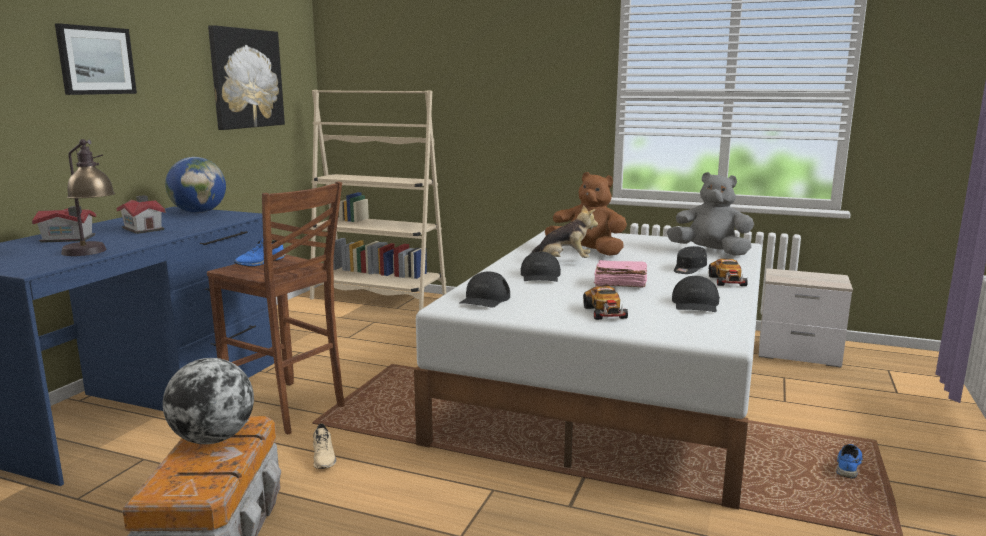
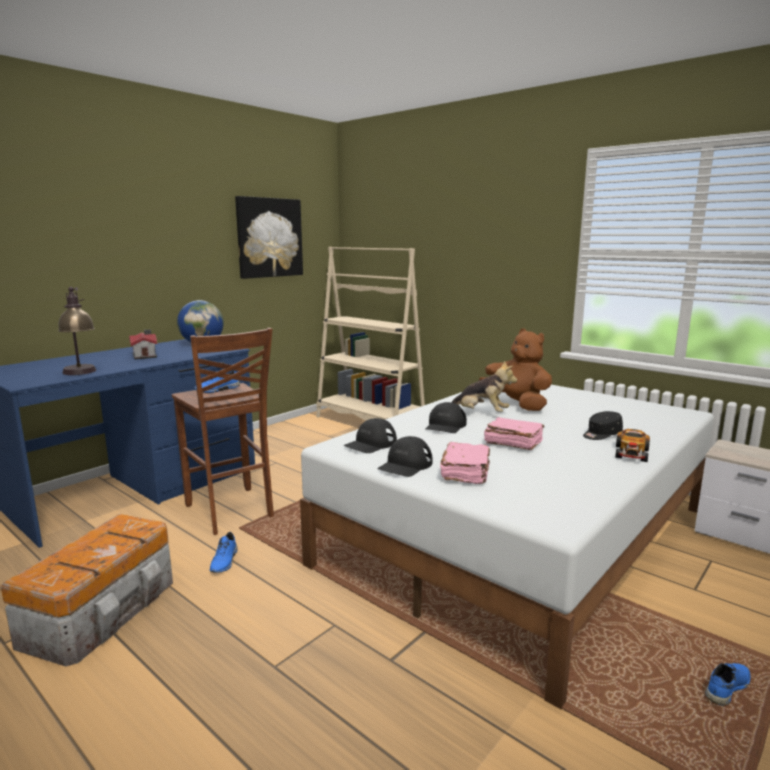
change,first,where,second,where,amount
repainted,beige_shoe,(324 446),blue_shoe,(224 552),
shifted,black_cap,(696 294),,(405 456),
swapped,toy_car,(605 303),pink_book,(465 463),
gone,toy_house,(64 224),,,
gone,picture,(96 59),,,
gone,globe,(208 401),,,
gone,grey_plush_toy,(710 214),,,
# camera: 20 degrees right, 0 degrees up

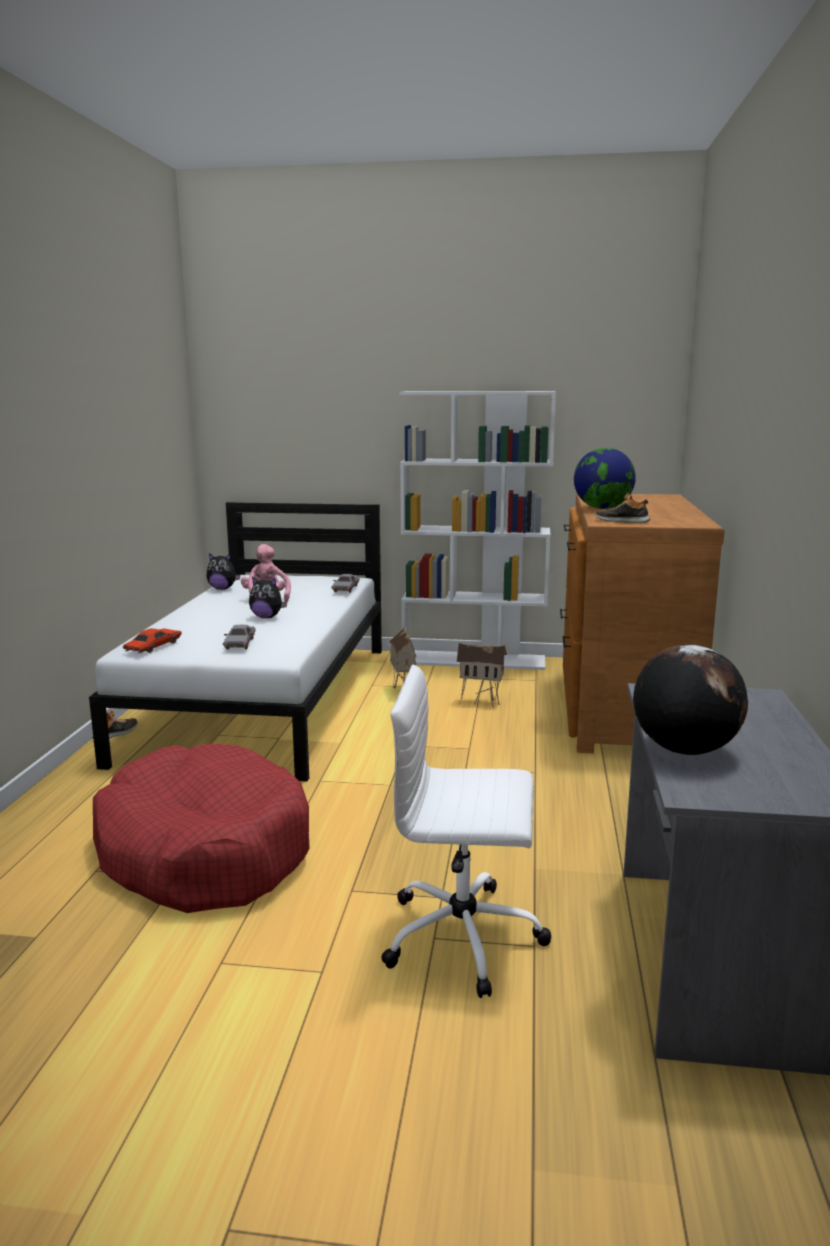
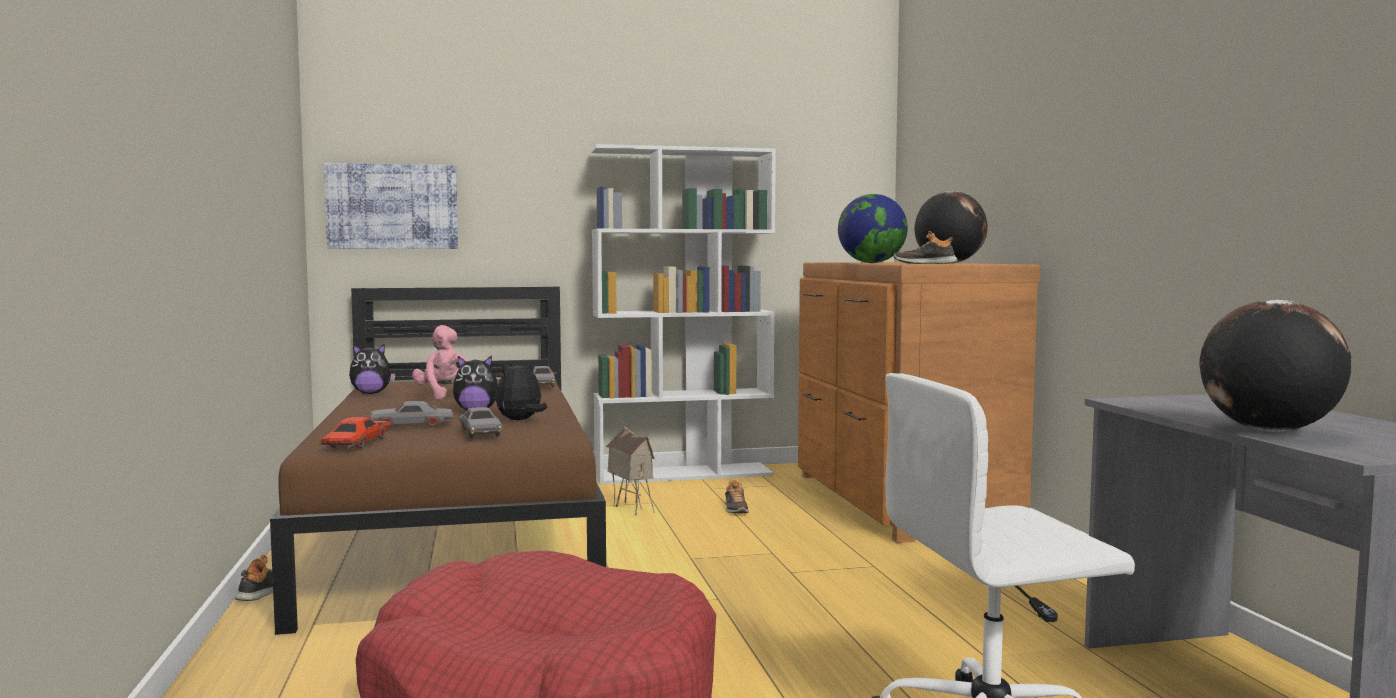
change,first,where,second,where,amount
repainted,white_bed,(235 642),brown_bed,(438 461),
new,,,picture,(391 206),
new,,,grey_toy_car,(412 414),
new,,,plush_toy,(521 390),
swapped,toy_house,(482 674),shoe,(737 496),
new,,,globe,(951 227),
# camera: 20 degrees left, 10 degrees down

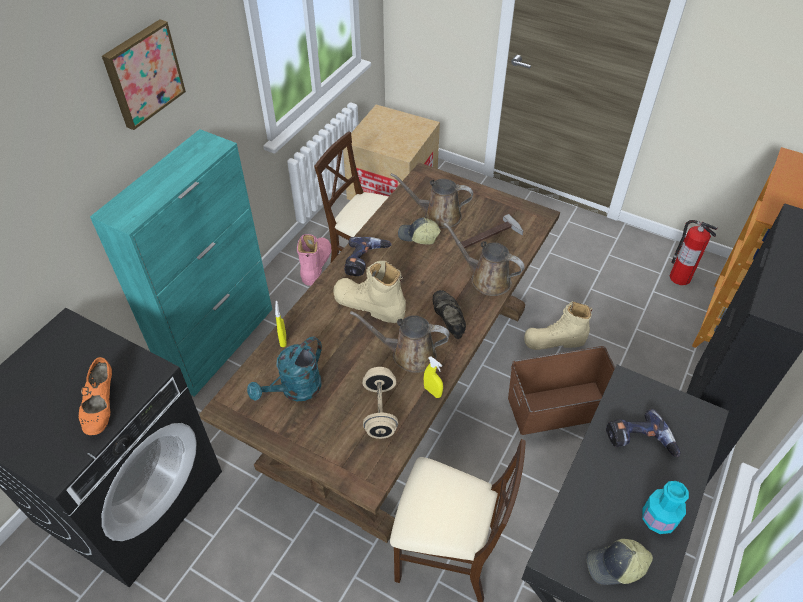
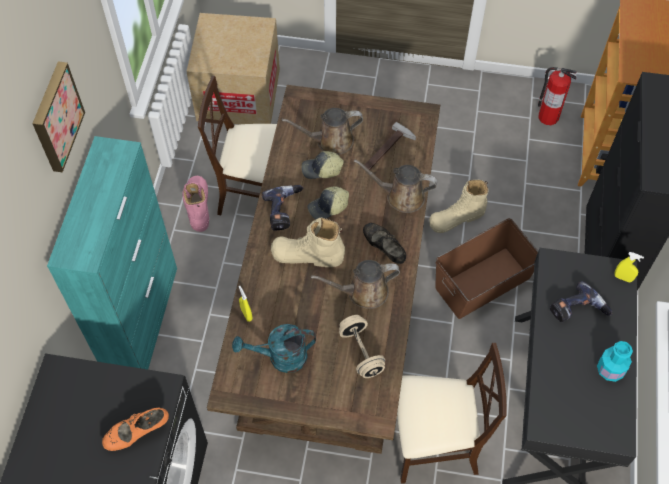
change,first,where,second,where,amount
rotated,orange_shoe,(95 396),,(135 429),90 degrees clockwise
rotated,turquoise_watering_can,(284 369),,(274 348),60 degrees clockwise
shifted,cap,(619 562),,(328 203),
shifted,yellow_spray_bottle,(433 377),,(629 267),
# camera: 20 degrees left, 10 degrees up

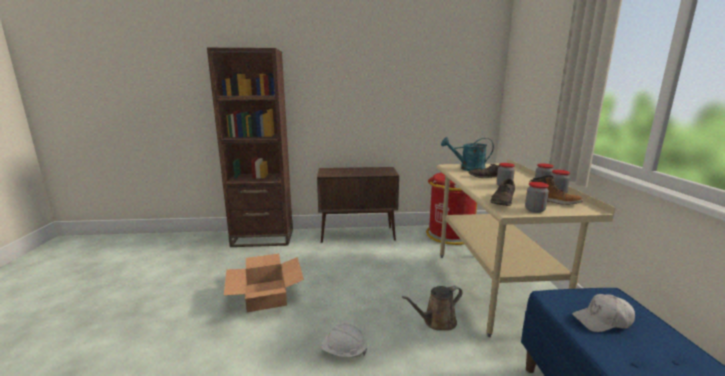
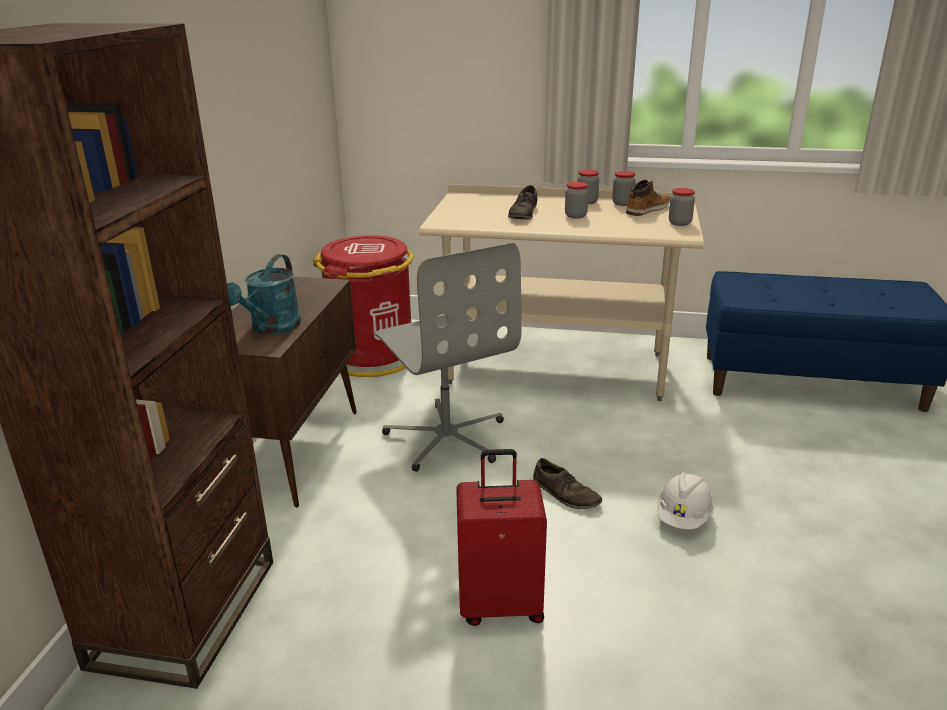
change,first,where,second,where,amount
shifted,turquoise_watering_can,(467 154),,(264 294),
new,,,grey_office_chair,(448 357),
swapped,cardboard_box,(264 283),red_suitcase,(501 537),
shifted,brown_shoe,(502 192),,(567 483),
gone,brown_watering_can,(432 308),,,
gone,white_cap,(603 313),,,
# camera: 75 degrees left, 10 degrees up

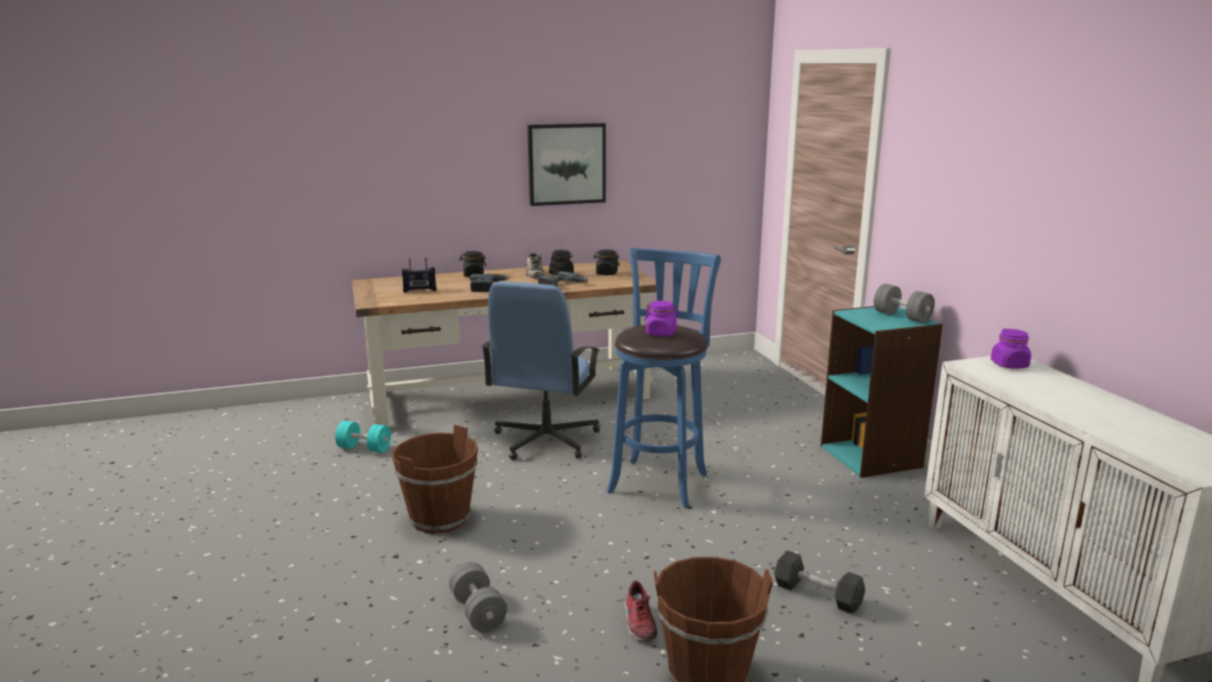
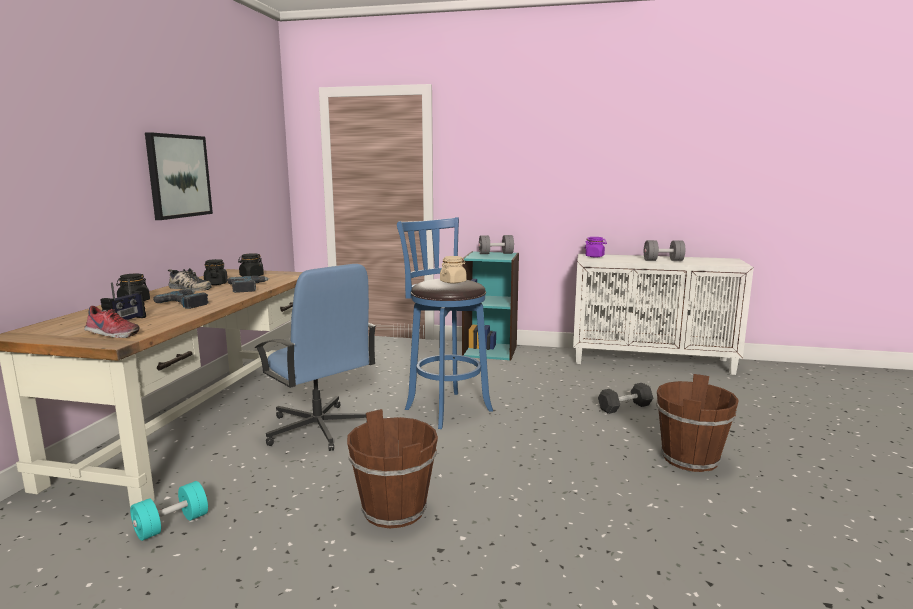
change,first,where,second,where,amount
shifted,shoe,(640 612),,(112 322),
repainted,purple_jar,(662 318),beige_jar,(453 270),
shifted,grey_dumbbell,(478 597),,(664 250),
# camera: 60 degrees left, 5 degrees down

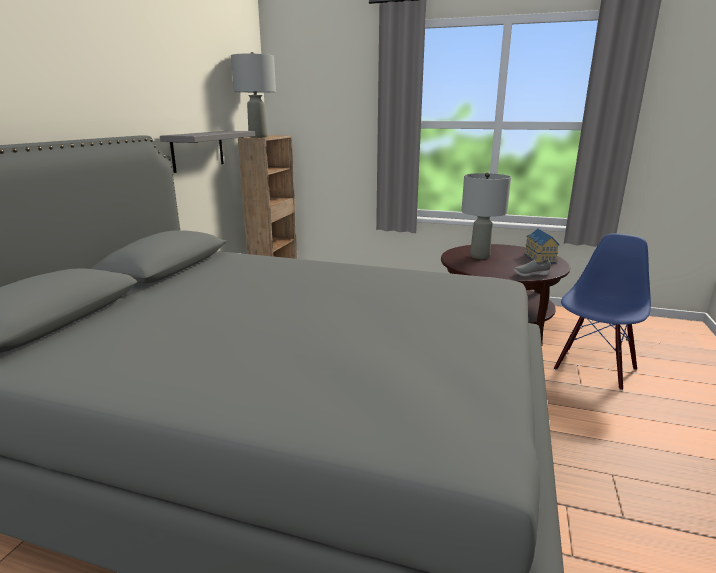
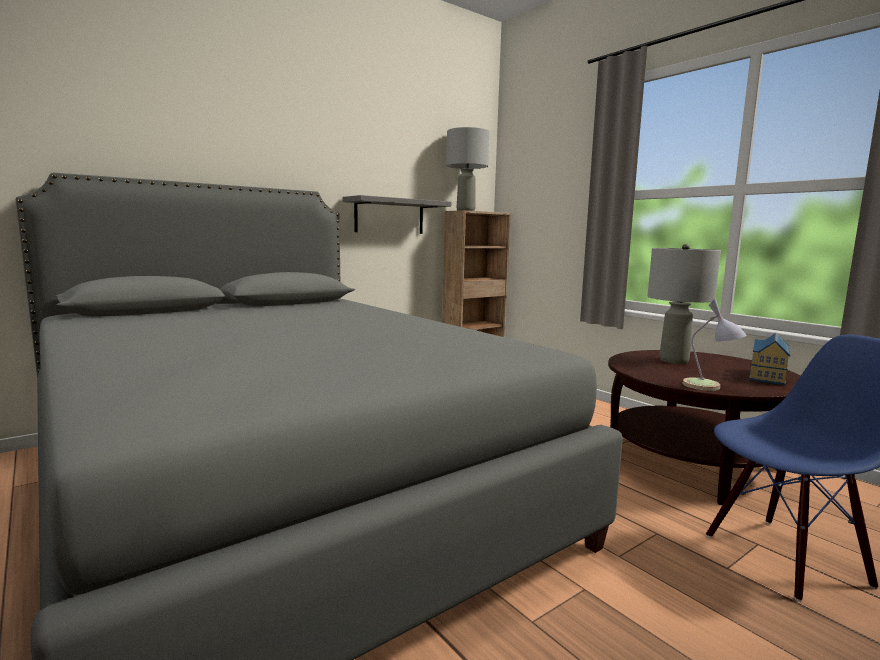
change,first,where,second,where,amount
swapped,grey_shoe,(532 267),table_lamp,(714 344),
# camera: 35 degrees right, 10 degrees down

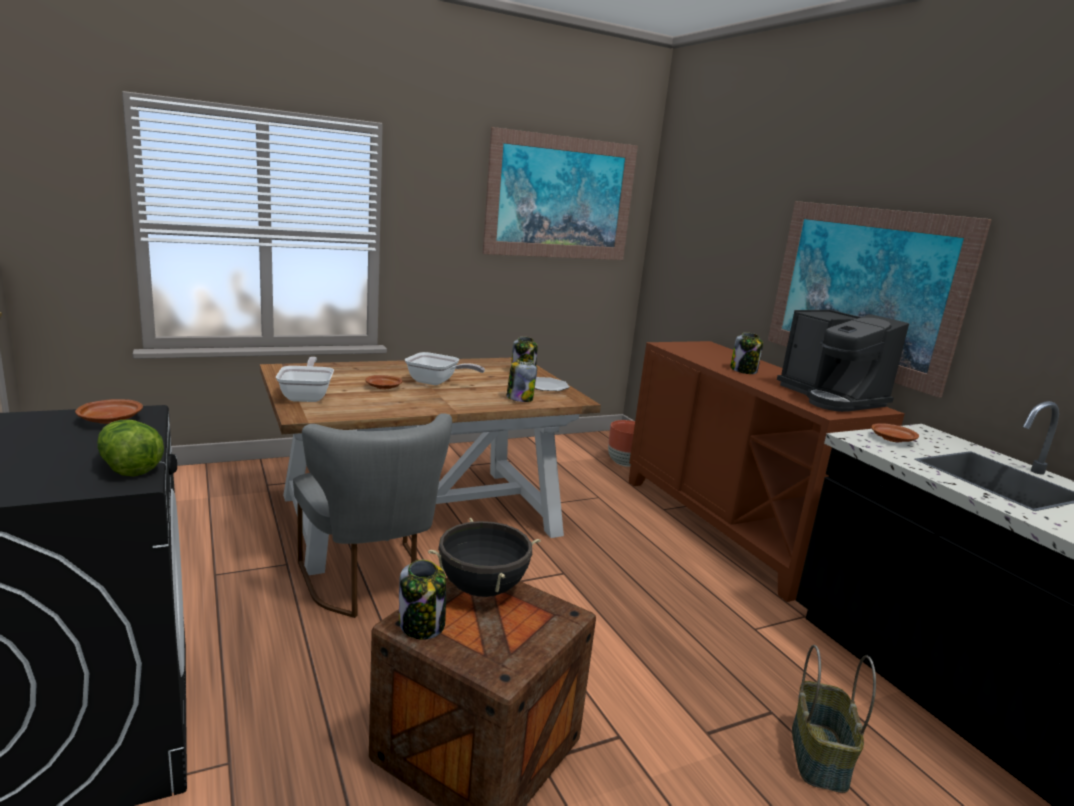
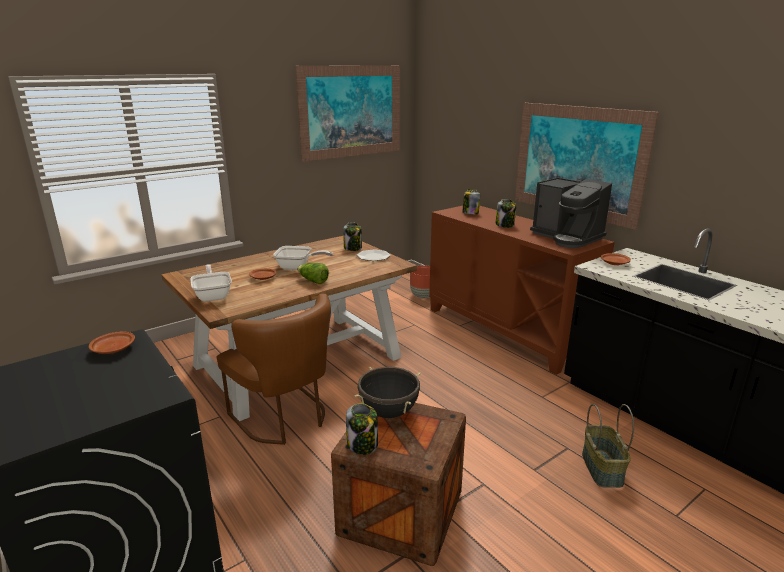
change,first,where,second,where,amount
repainted,grey_chair,(372 515),brown_chair,(274 369),
shifted,lettuce,(130 448),,(313 273),
shifted,jar,(522 380),,(471 202),
# camera: 10 degrees left, 5 degrees up

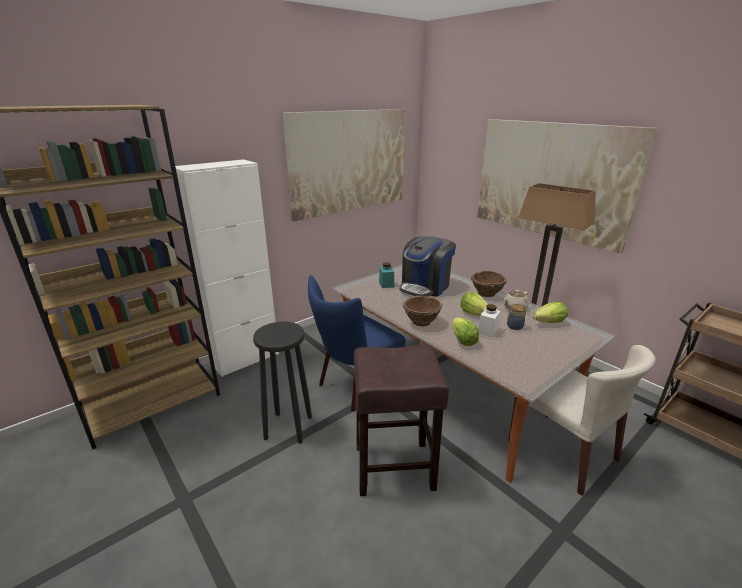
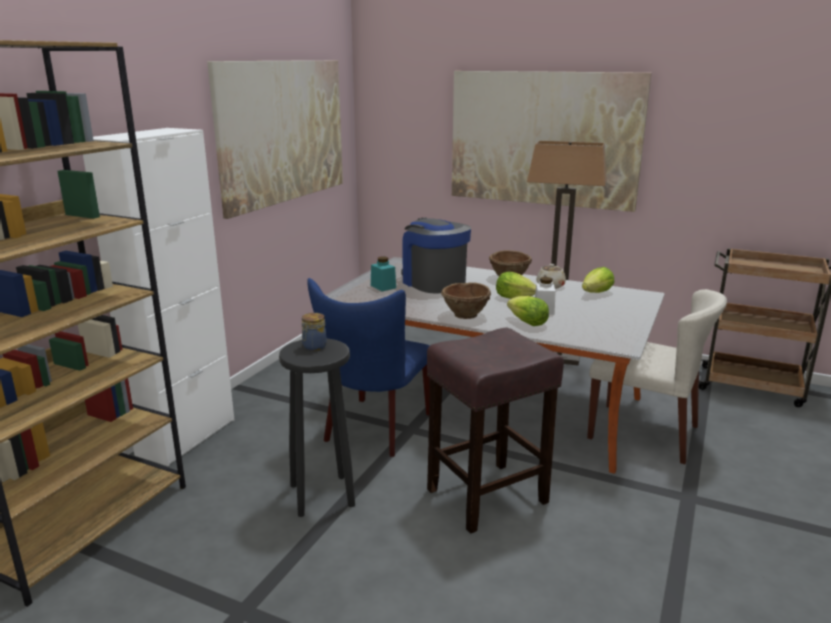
change,first,where,second,where,amount
shifted,jar,(516 317),,(314 332),
rotated,coffee_machine,(427 266),,(436 255),135 degrees clockwise
# camera: 25 degrees left, 5 degrees down

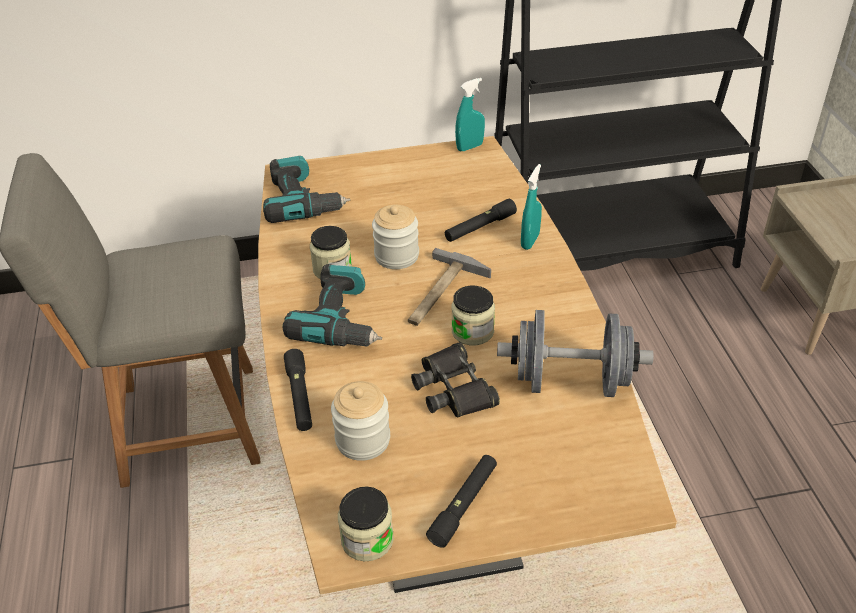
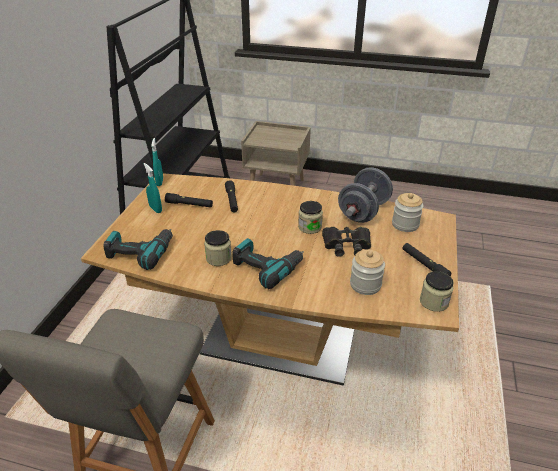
change,first,where,second,where,amount
shifted,turquoise_spray_bottle,(531 207),,(153 188),
shifted,black_flashlight,(298 390),,(189 200),
shifted,jar,(395 236),,(407 212),
gone,hammer,(449 287),,,
# camera: 65 degrees left, 5 degrees down

